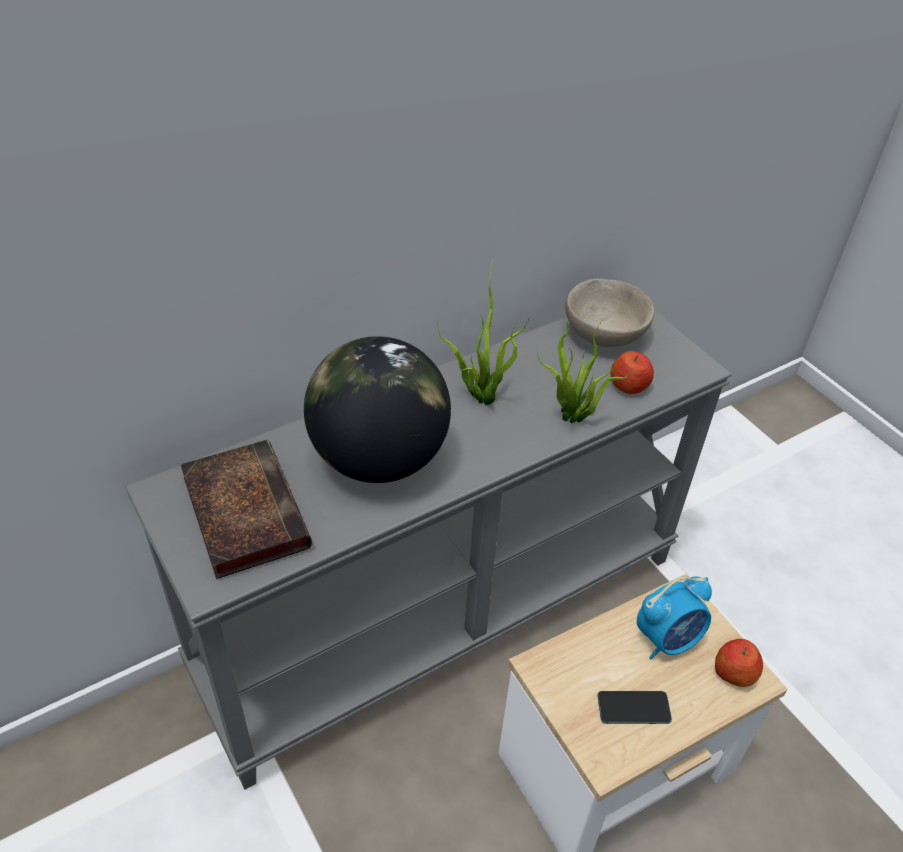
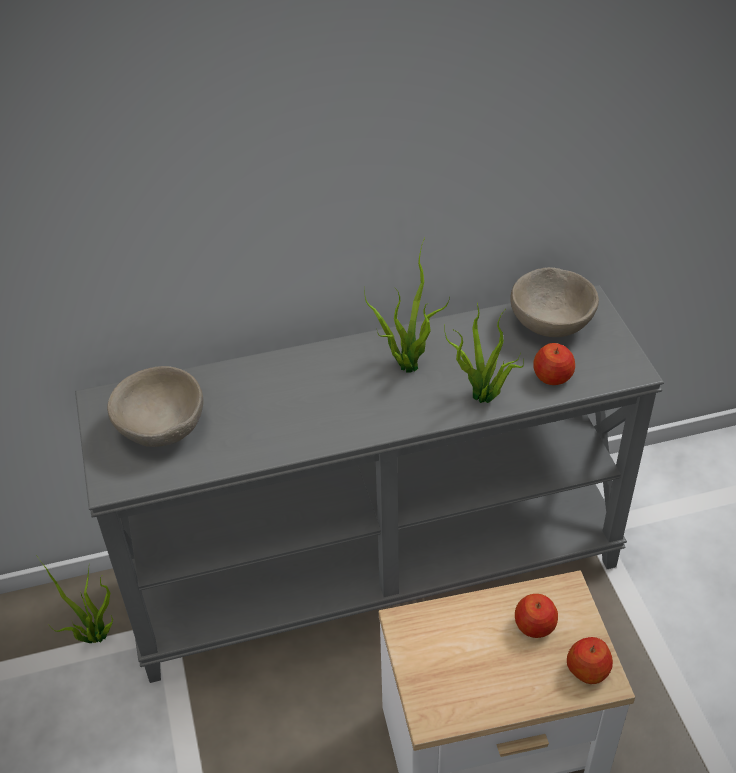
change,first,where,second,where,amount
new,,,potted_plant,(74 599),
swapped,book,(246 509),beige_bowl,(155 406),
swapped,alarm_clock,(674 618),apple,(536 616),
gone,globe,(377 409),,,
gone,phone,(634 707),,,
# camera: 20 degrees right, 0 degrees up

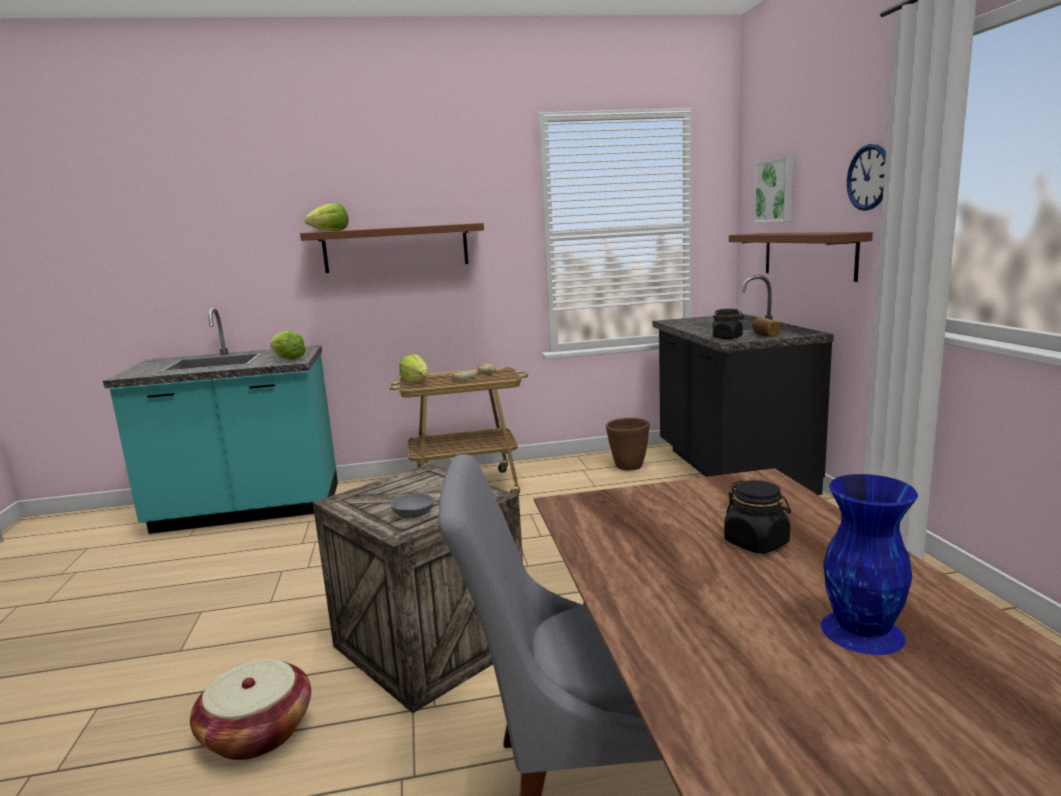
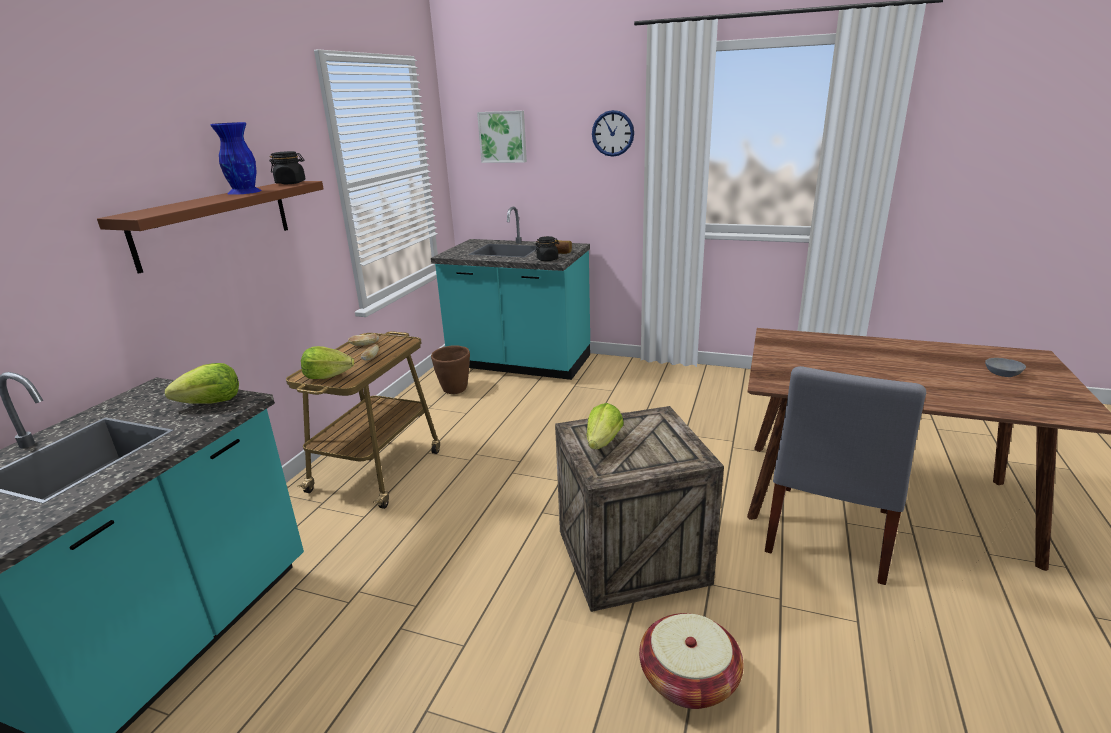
change,first,where,second,where,amount
shifted,blue_vase,(869 564),,(236 158),
shifted,black_jar,(757 517),,(287 167),
repainted,black_counter,(743 385),turquoise_counter,(510 293),
shifted,lettuce,(327 217),,(605 426),
shifted,grey_bowl,(412 506),,(1005 367),
gone,brown_shelf,(801 257),,,
# camera: 60 degrees left, 10 degrees up

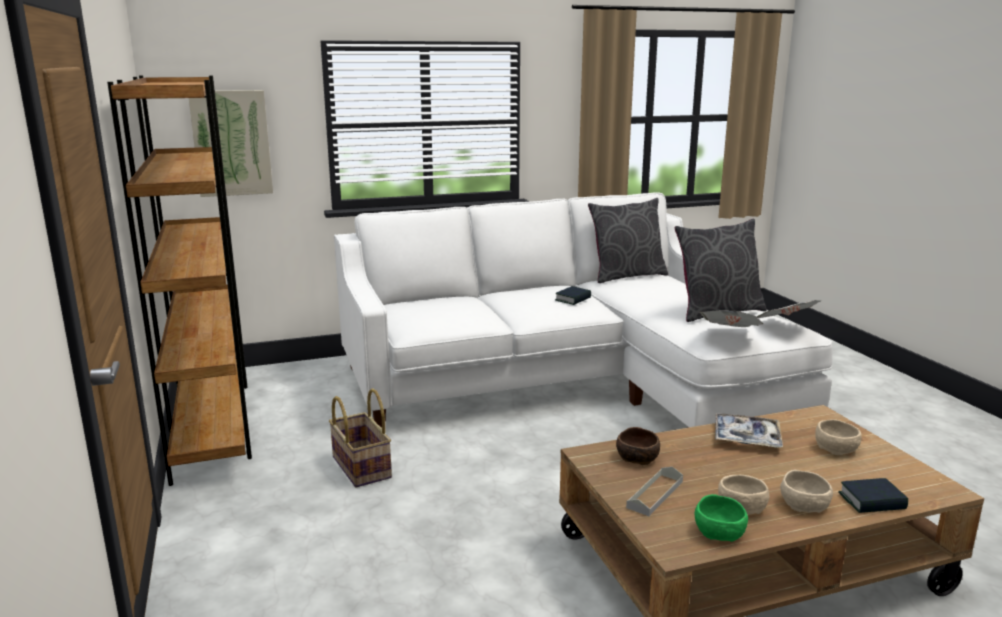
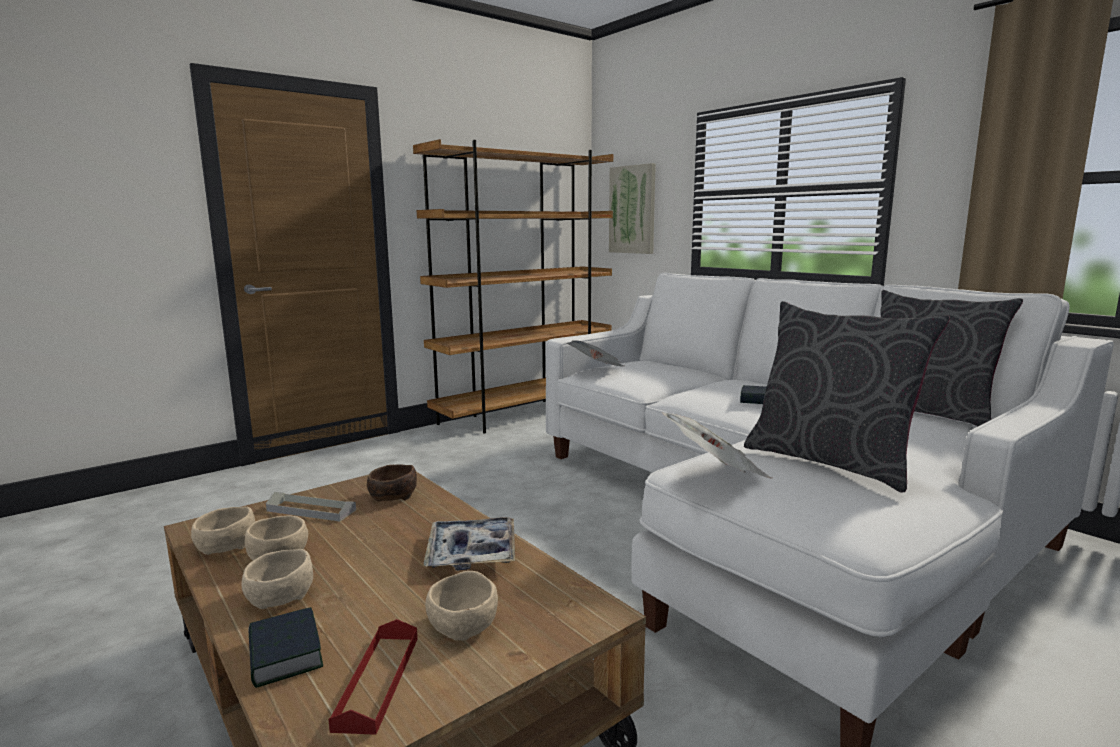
change,first,where,second,where,amount
repainted,green_bowl,(721 518),beige_bowl,(223 531),
new,,,red_tray,(373 677),
shifted,newspaper,(789 309),,(595 353),
gone,basket,(360 437),,,
# camera: 70 degrees right, 5 degrees down

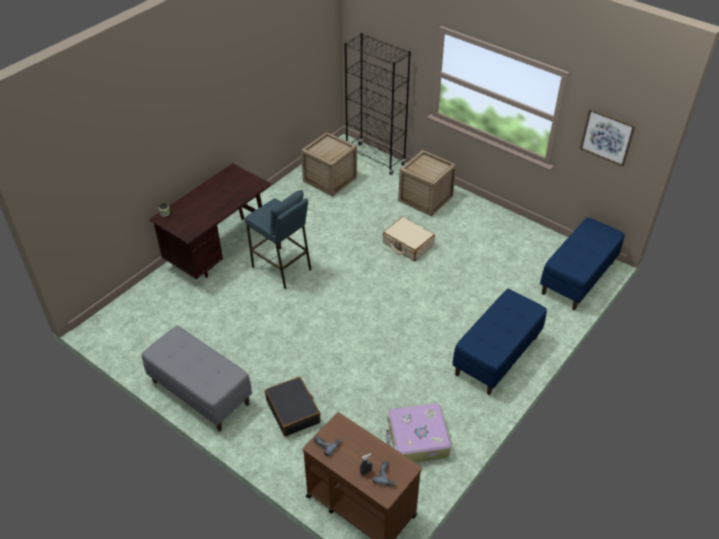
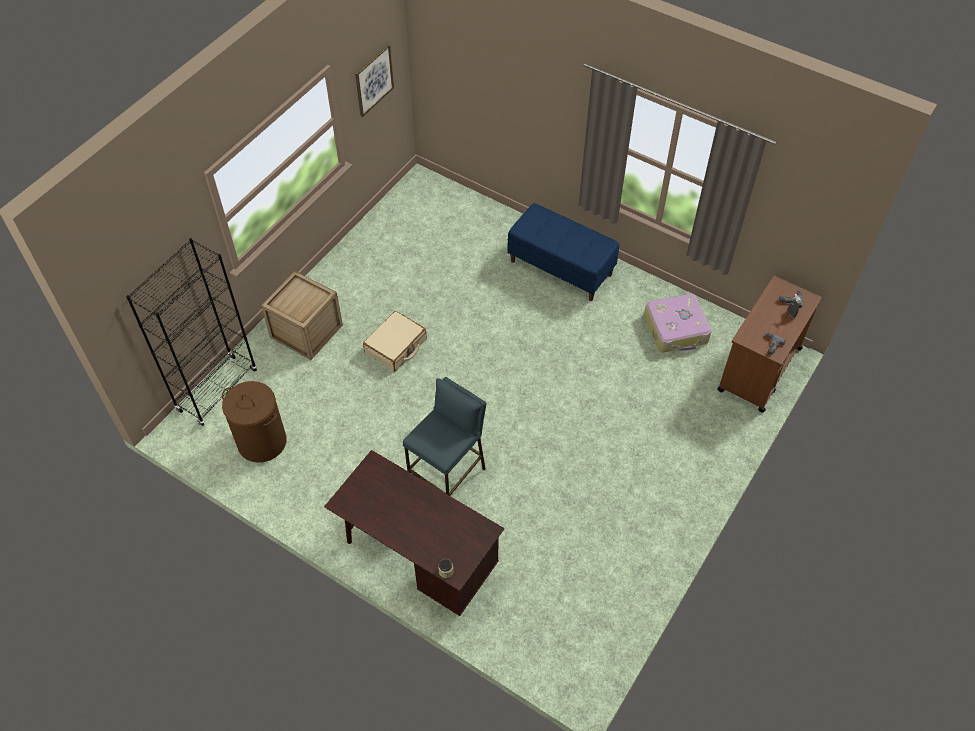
change,first,where,second,where,amount
swapped,crate,(329 164),brown_laundry_basket,(254 422),
gone,grey_bench,(197 378),,,
gone,black_suitcase,(293 406),,,
gone,blue_bench,(582 263),,,
# camera: 95 degrees left, 10 degrees up

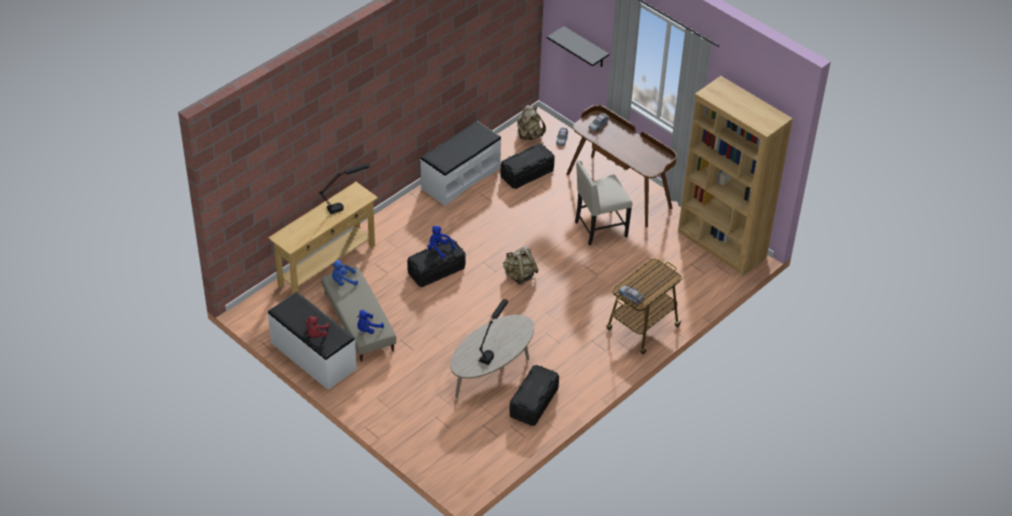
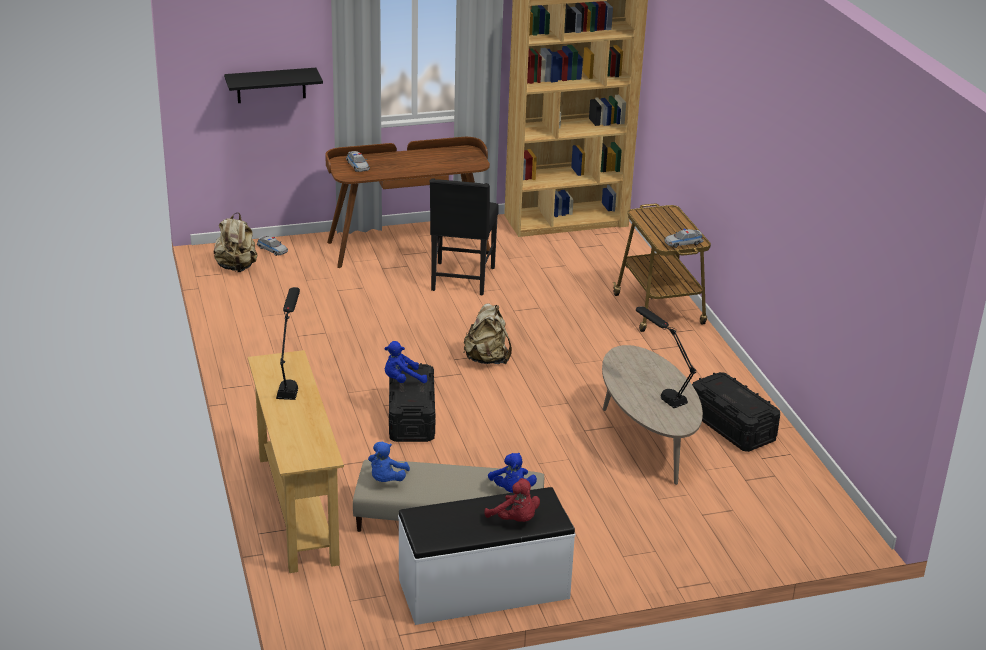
change,first,where,second,where,amount
repainted,beige_chair,(603 203),black_chair,(464 237),
gone,white_bench,(460 163),,,
gone,black_storage_box,(528 166),,,
# camera: 60 degrees left, 15 degrees down

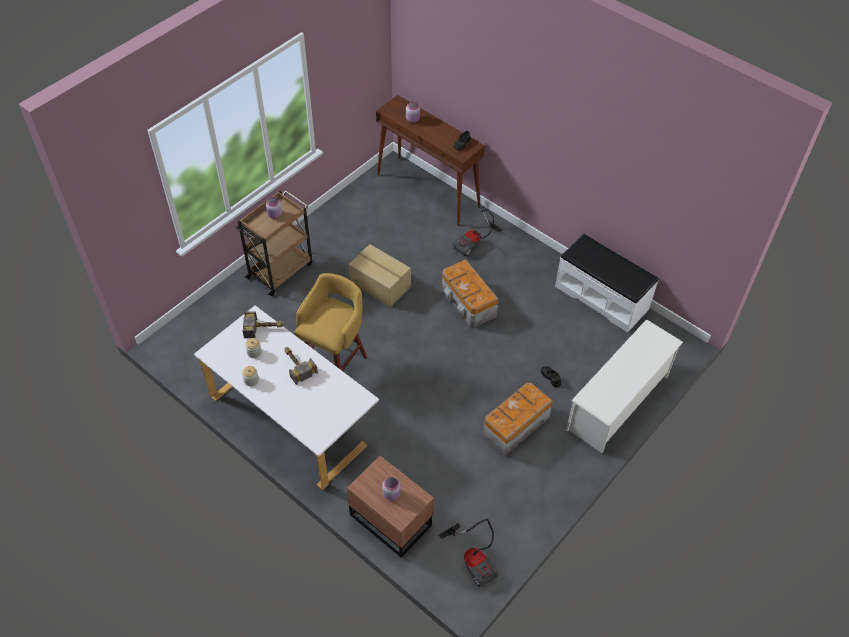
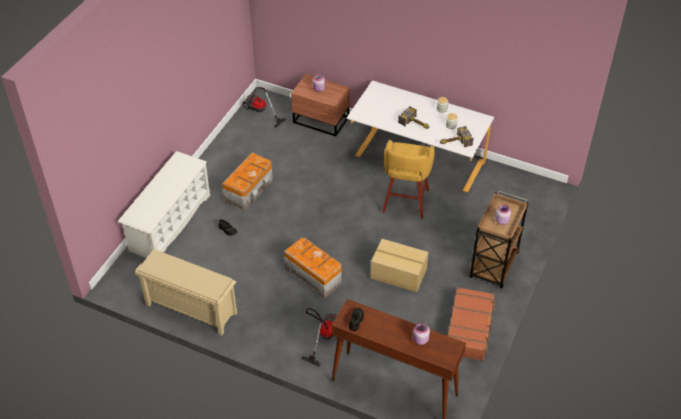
change,first,where,second,where,amount
swapped,white_bench,(607 283),beige_shoe_rack,(186 292),
new,,,brown_suitcase,(471 324),
# camera: 165 degrees right, 5 degrees down

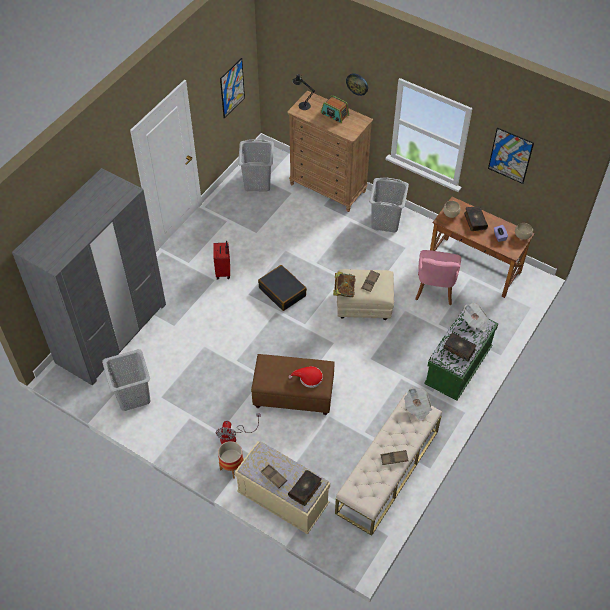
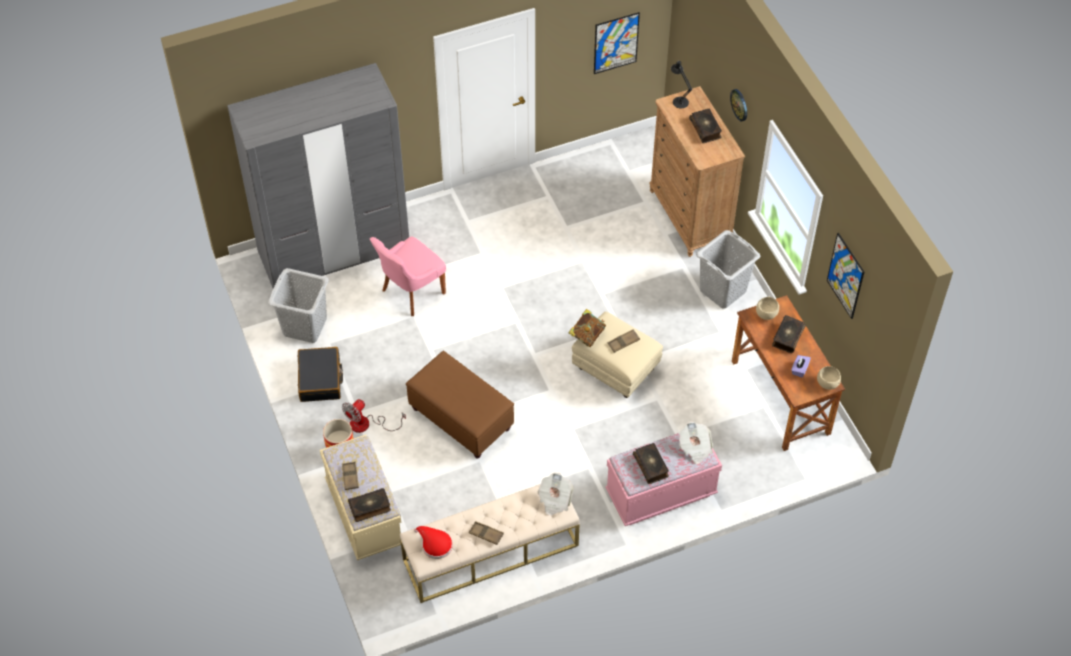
change,first,where,second,where,amount
shifted,black_suitcase,(282 288),,(320 374),
shifted,pink_chair,(438 277),,(408 276),
shifted,red_hat,(306 377),,(433 542),
repainted,green_bench,(461 354),pink_bench,(663 479),
swapped,radio,(335 109),book,(705 126),
gone,red_suitcase,(222 260),,,
gone,grey_laundry_basket,(256 165),,,
# camera: 35 degrees right, 0 degrees up

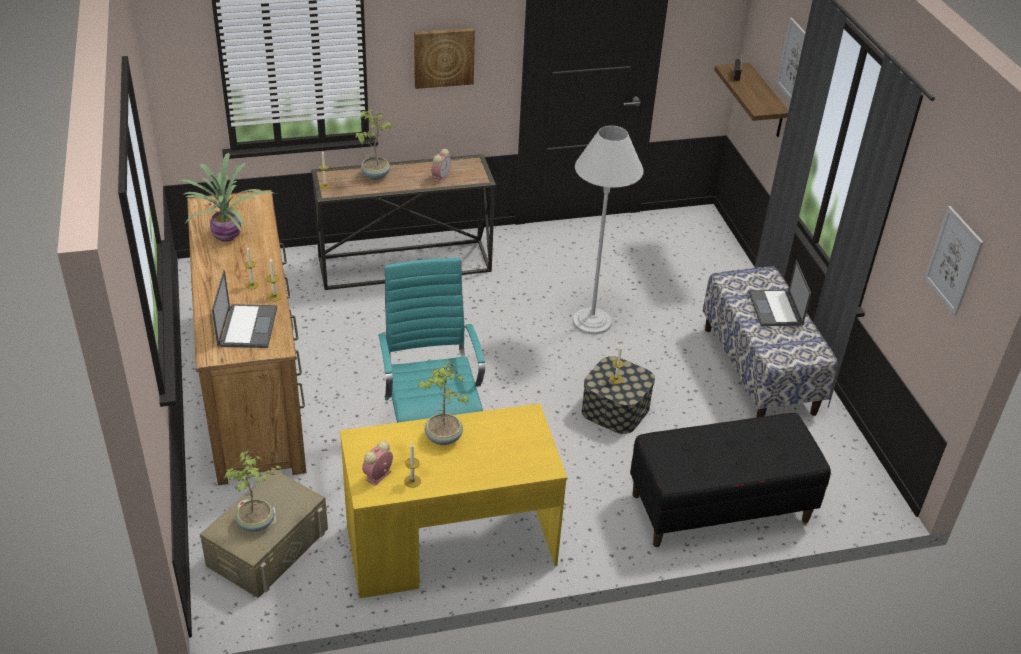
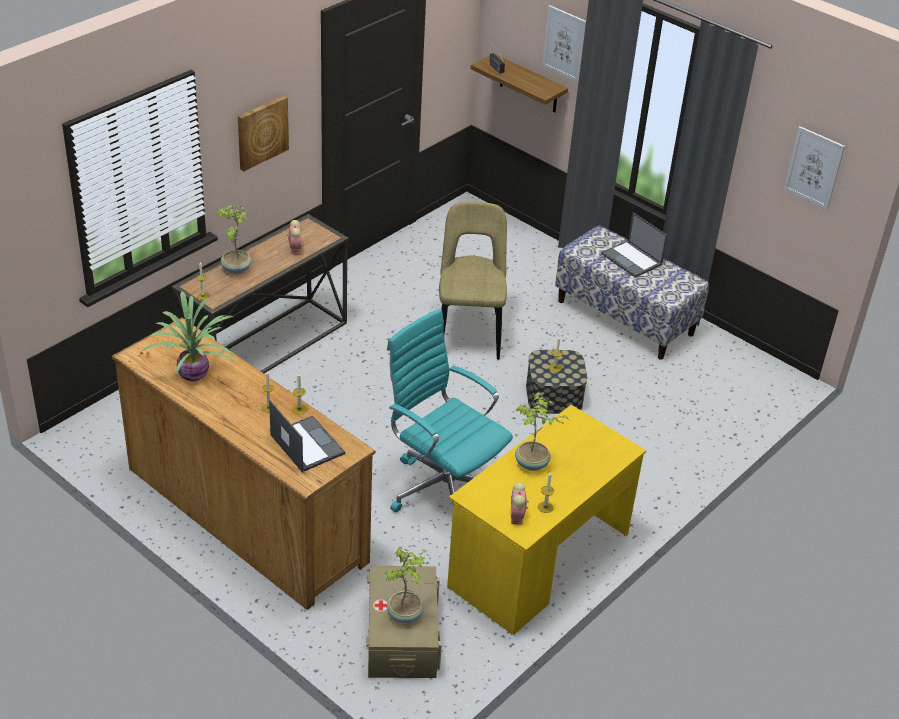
change,first,where,second,where,amount
swapped,white_floor_lamp,(608 230),beige_chair,(473 281),
gone,black_bench,(730 480),,,
# camera: 35 degrees left, 0 degrees up

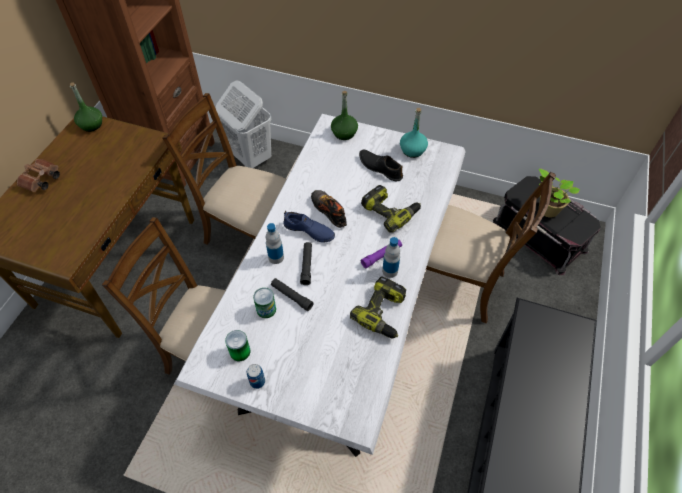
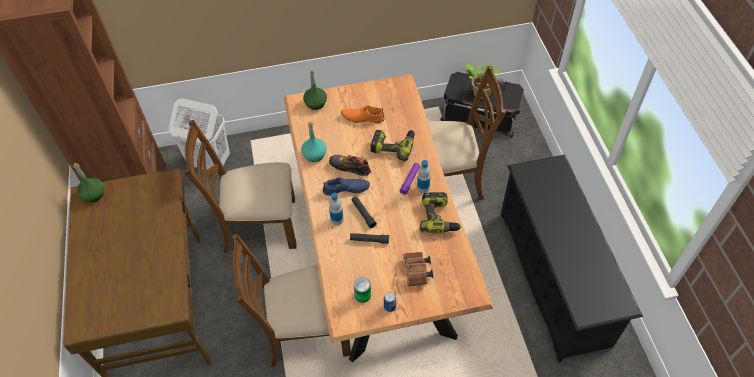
change,first,where,second,where,amount
repainted,white_dining_table,(320 285),brown_dining_table,(388 218),
shifted,turquoise_bottle,(414 132),,(314 142),
repainted,black_shoe,(381 165),orange_shoe,(363 114),
shifted,brown_binoculars,(38 175),,(418 269),
gone,can,(264 303),,,
# camera: 30 degrees left, 0 degrees up

